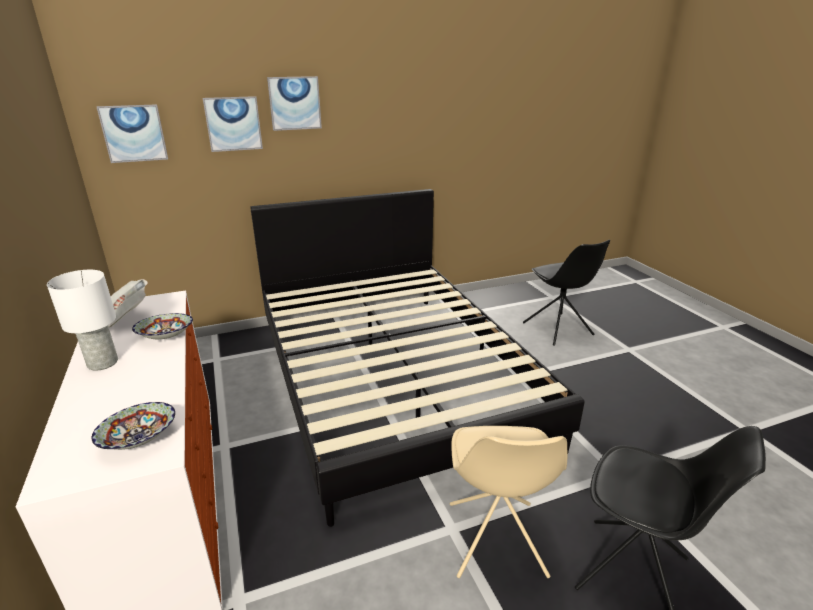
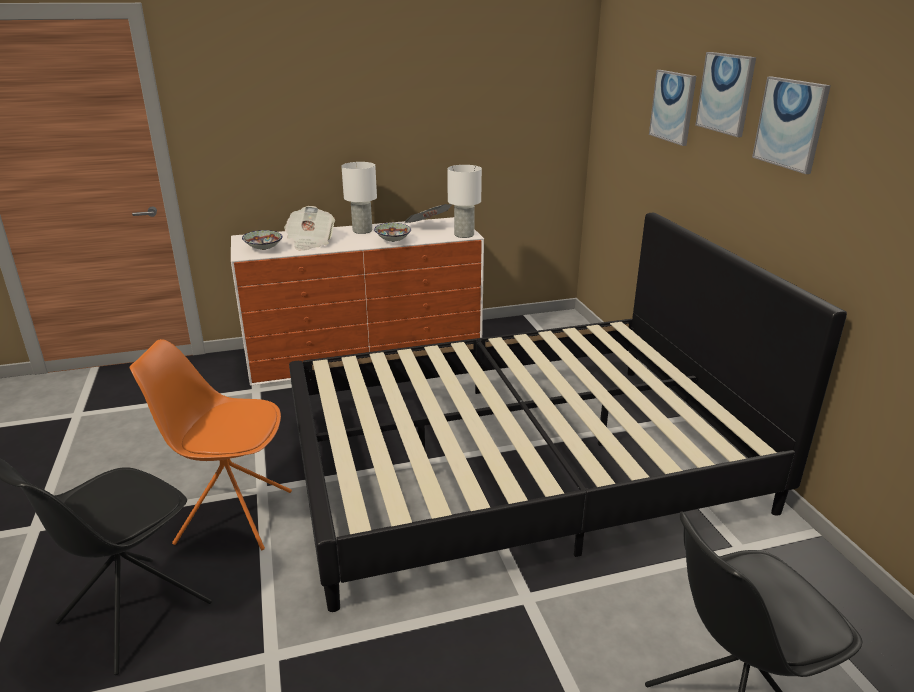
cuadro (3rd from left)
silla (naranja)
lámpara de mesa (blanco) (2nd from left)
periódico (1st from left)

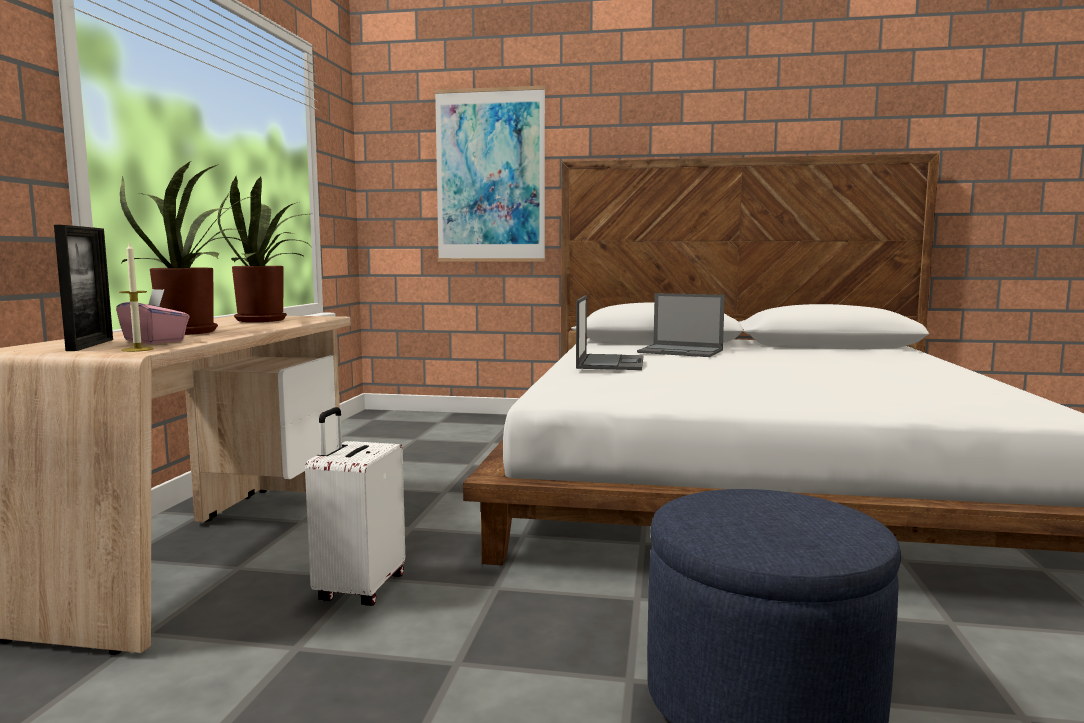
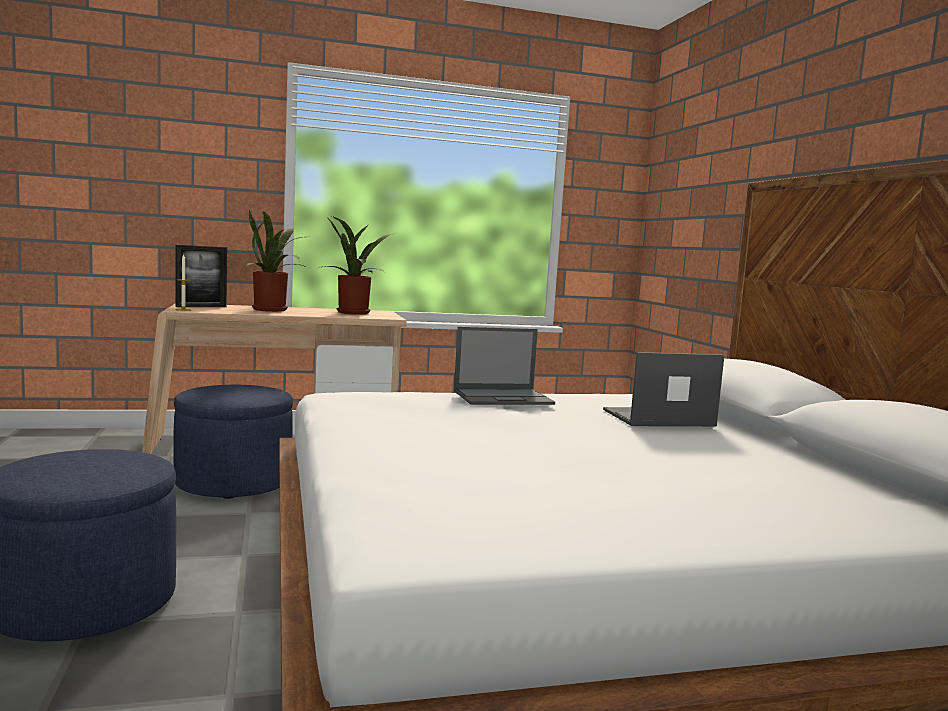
cuadro
caja de pañuelos (rosa)
portátil (2nd from left)
puf (azul) (2nd from left)

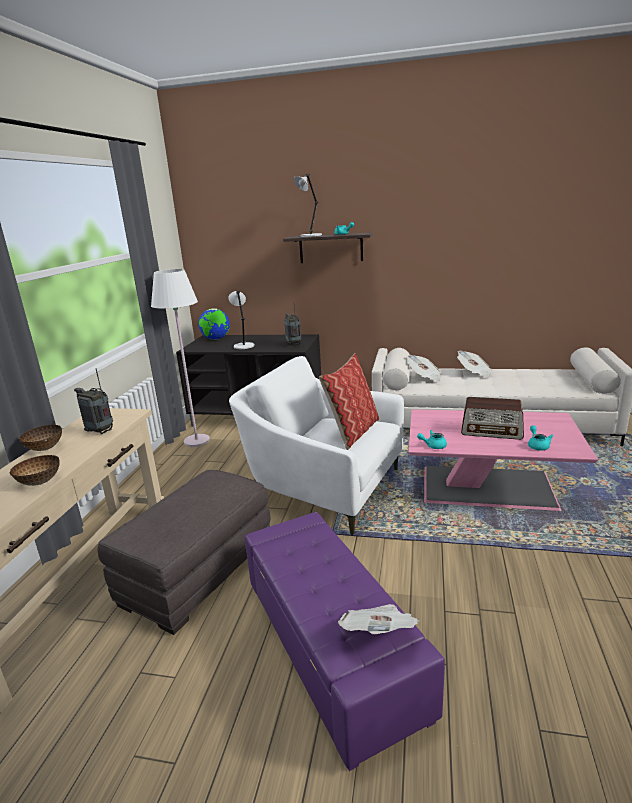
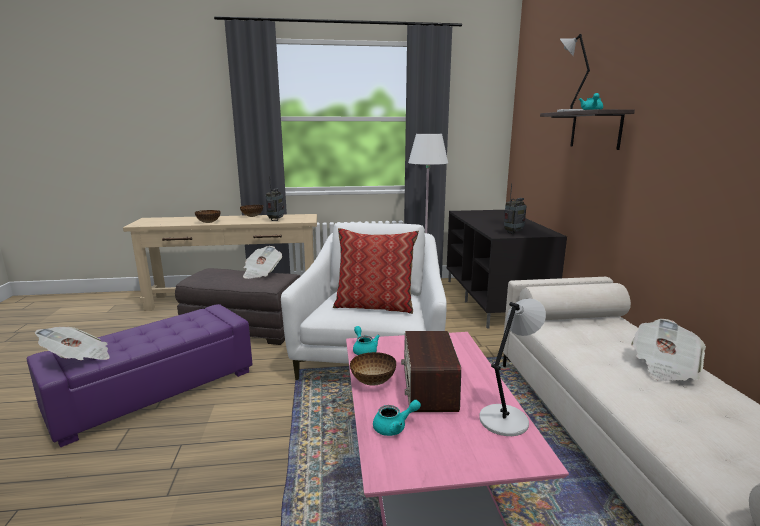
lámpara de mesa (gris) (1st from left)
globo terráqueo
periódico (2nd from left)
cuenco (3rd from left)

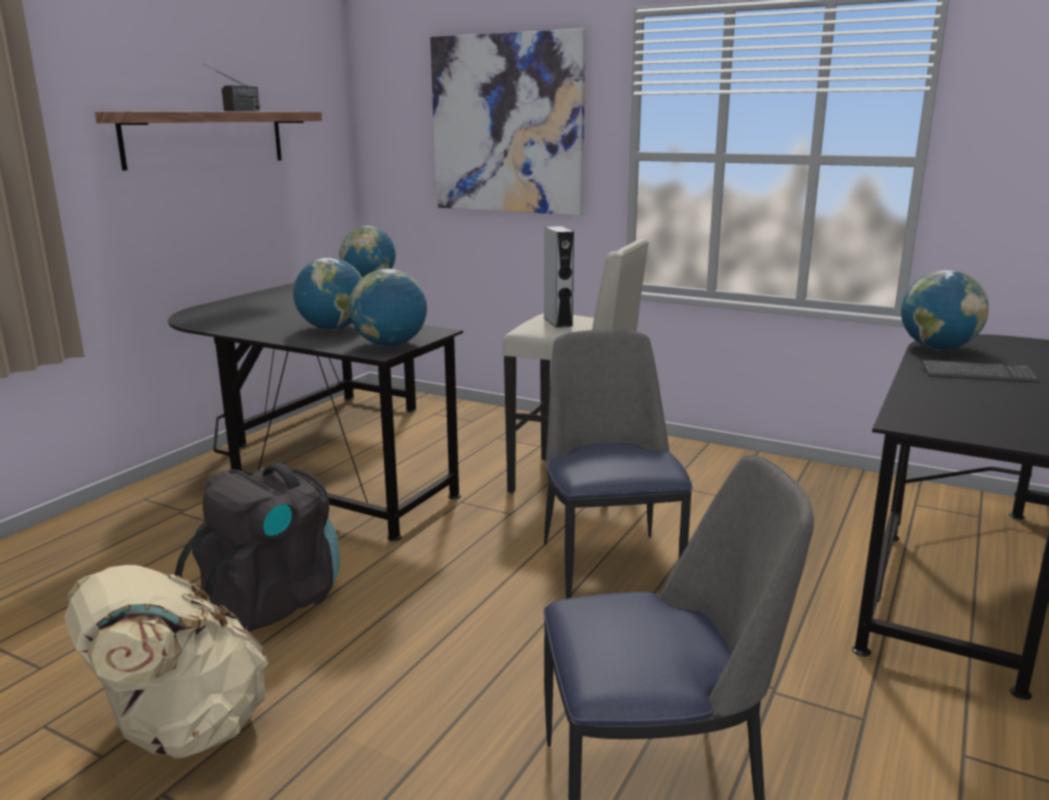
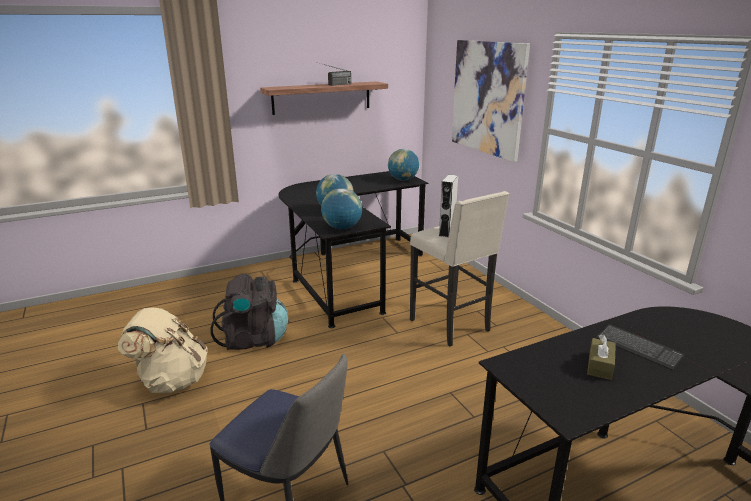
globo terráqueo (4th from left in the first image)
silla (1st from left in the first image)
caja de pañuelos (marrón)

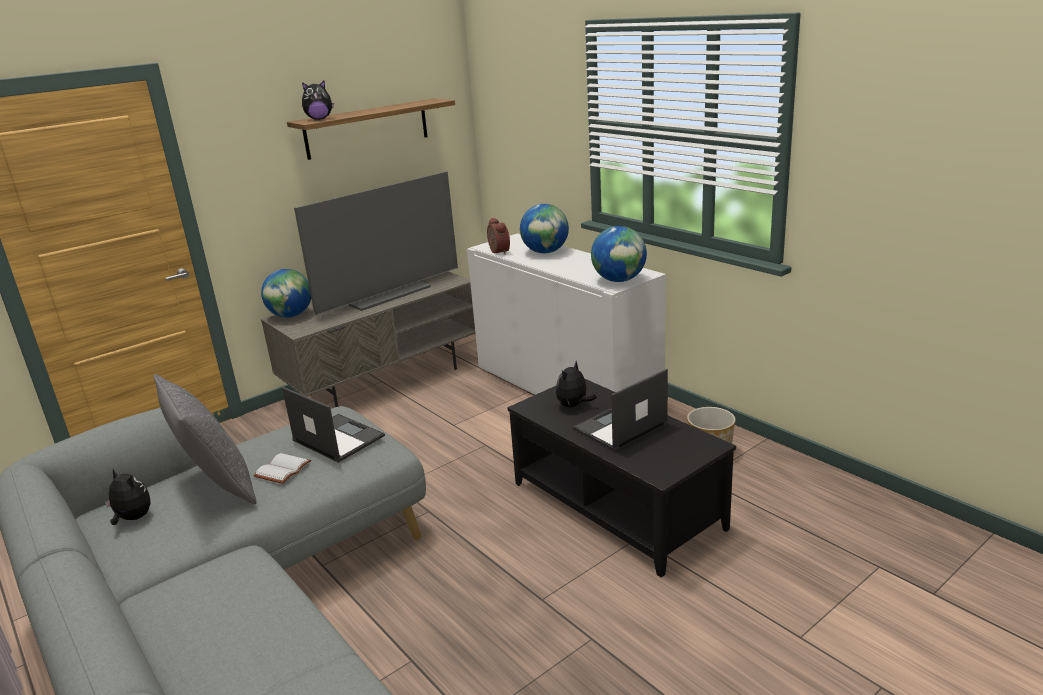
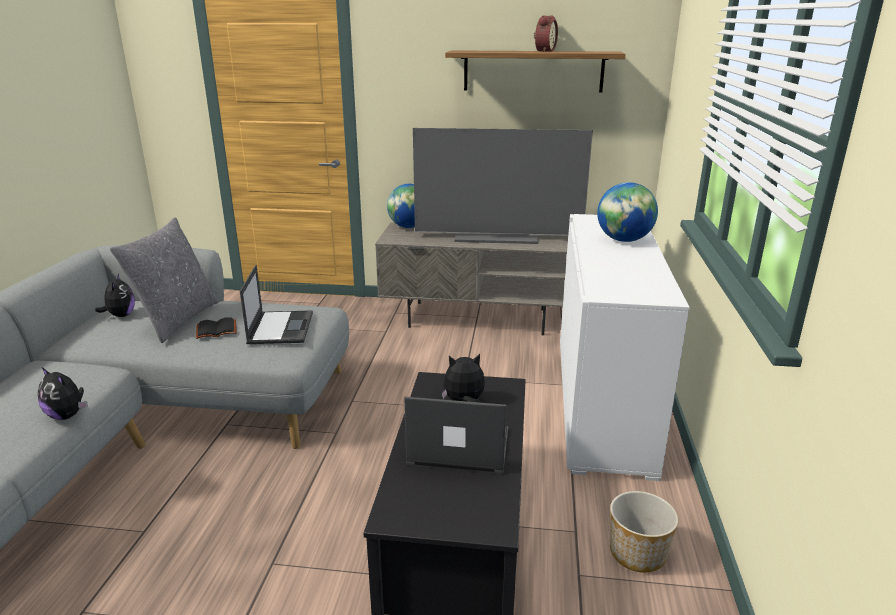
peluche (1st from left)
despertador
globo terráqueo (3rd from left in the first image)
libro (negro)

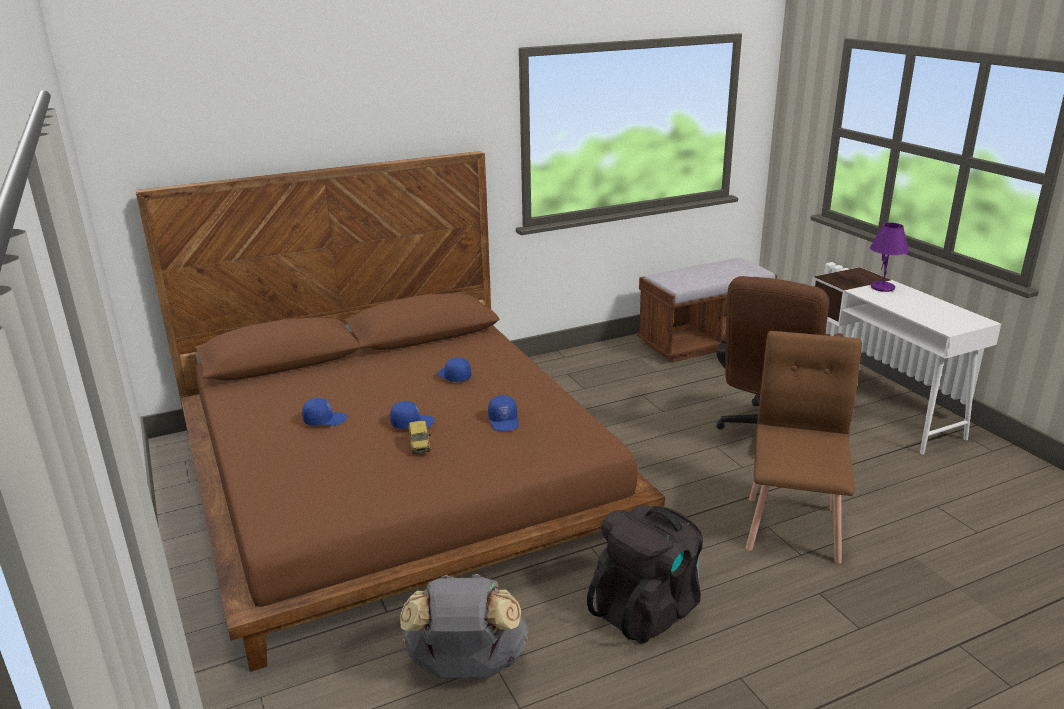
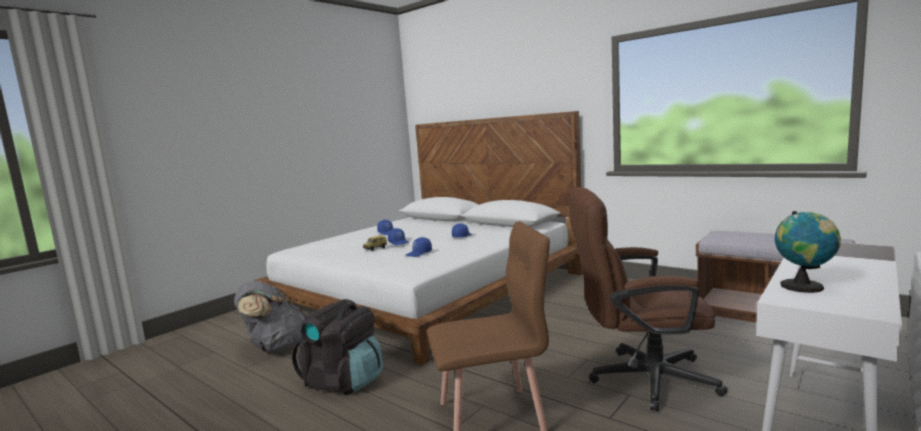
cama (blanco)
lámpara de mesa (morado)
globo terráqueo

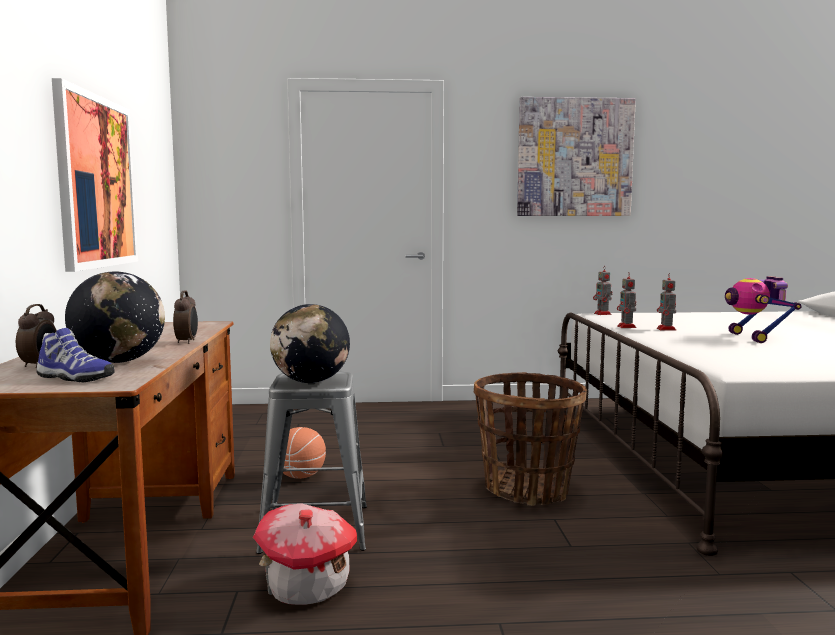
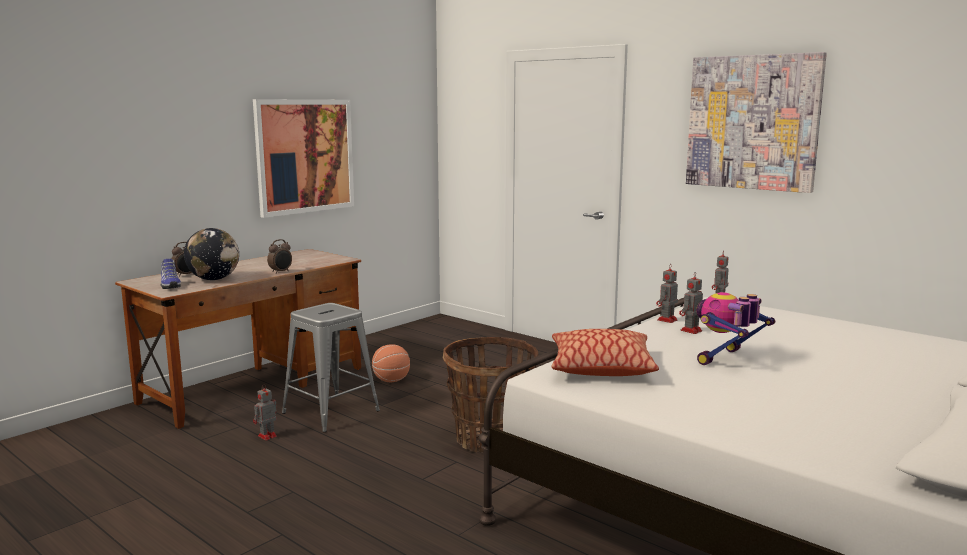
globo terráqueo (2nd from left in the first image)
robot de juguete (1st from left)
cojín

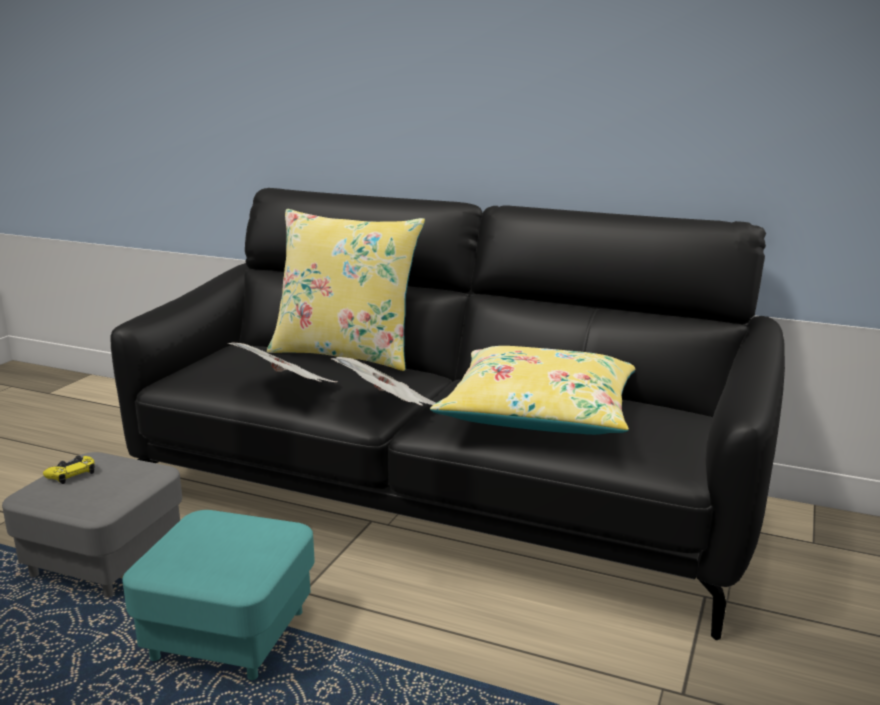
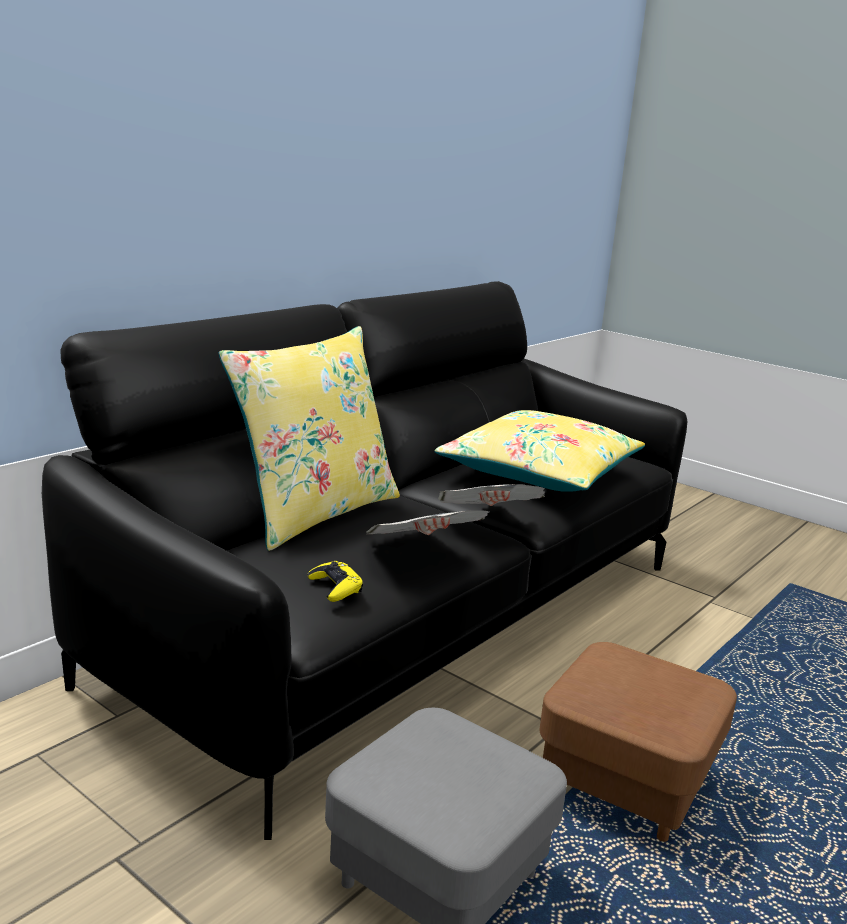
mando de consola (amarillo)
puf (marrón)

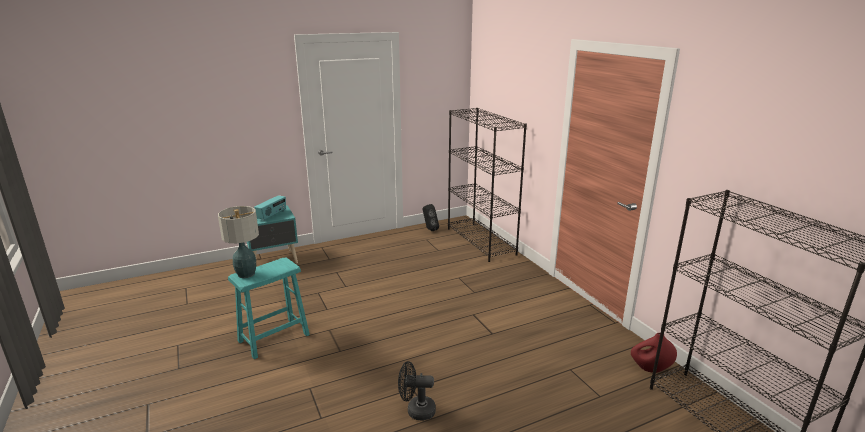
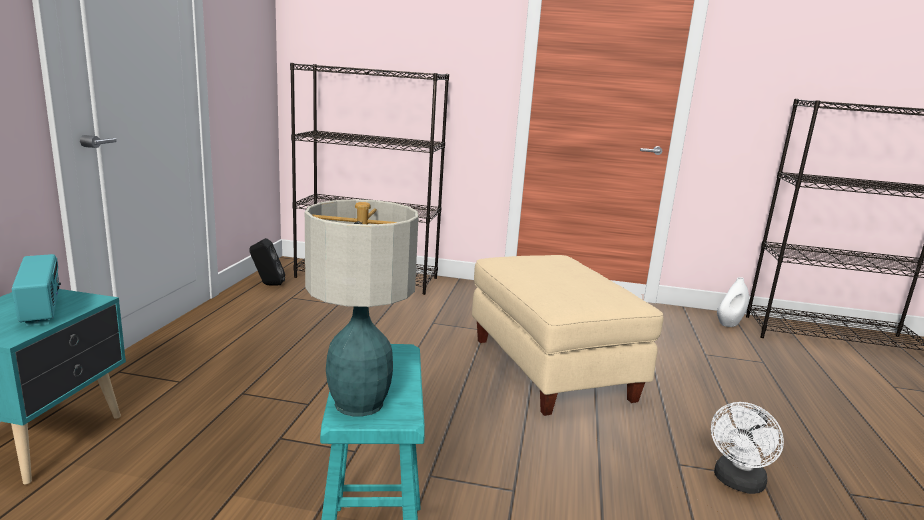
florero (blanco)
ventilador (blanco)
puf (beis)

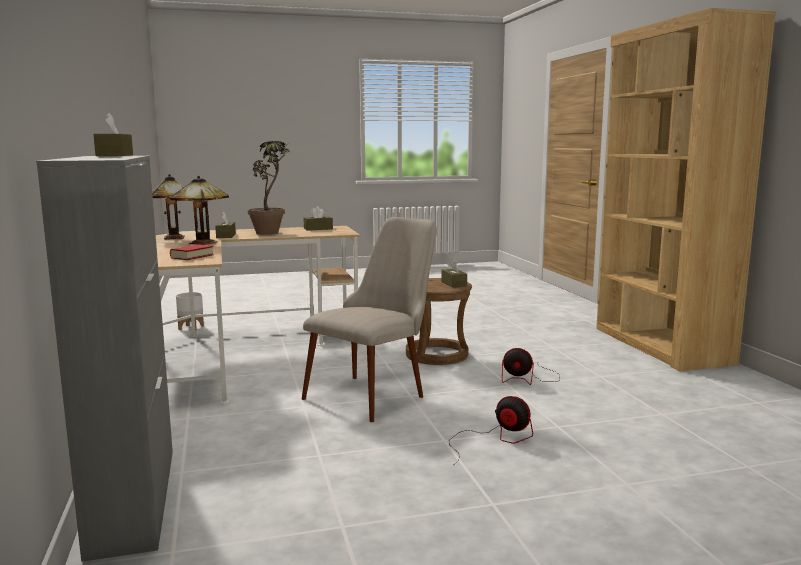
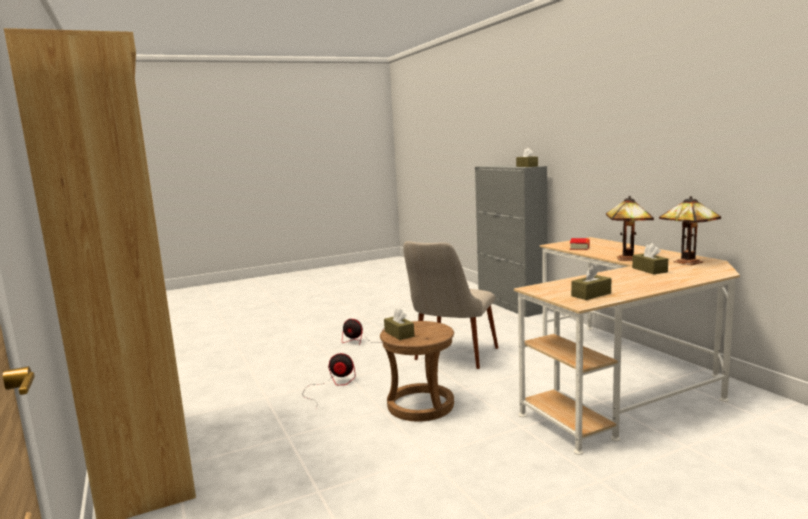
planta en maceta
maceta (blanco)

